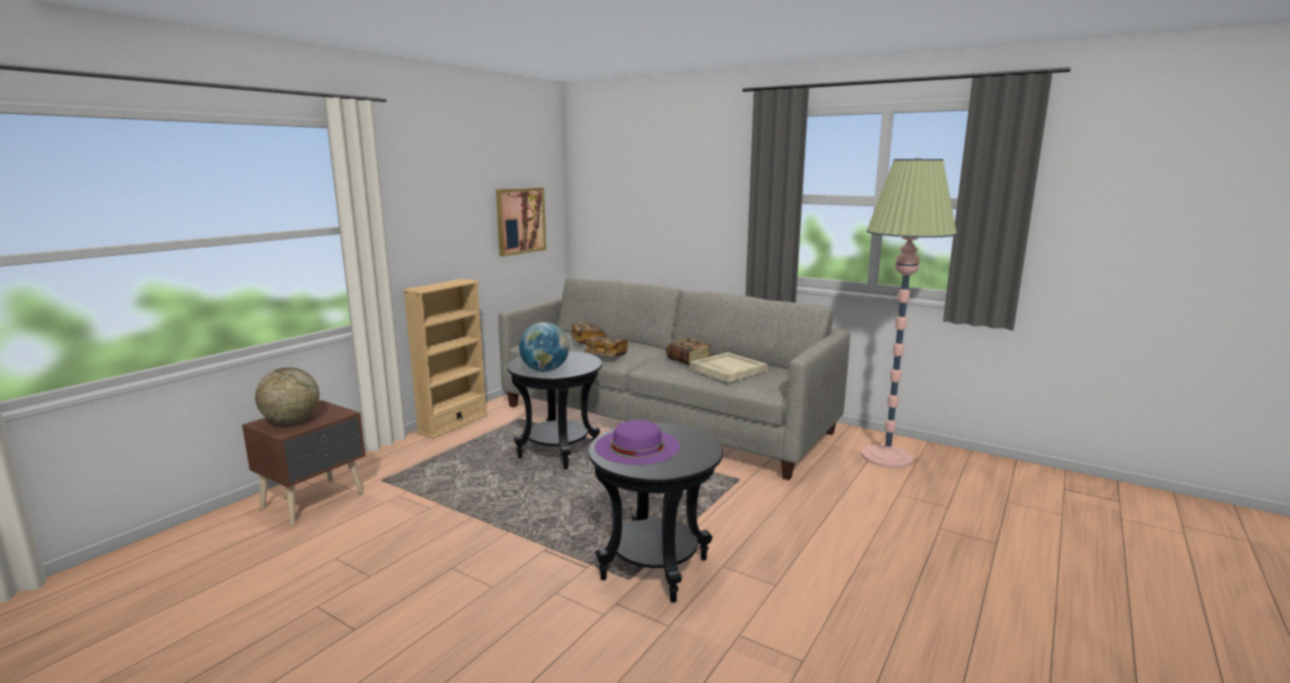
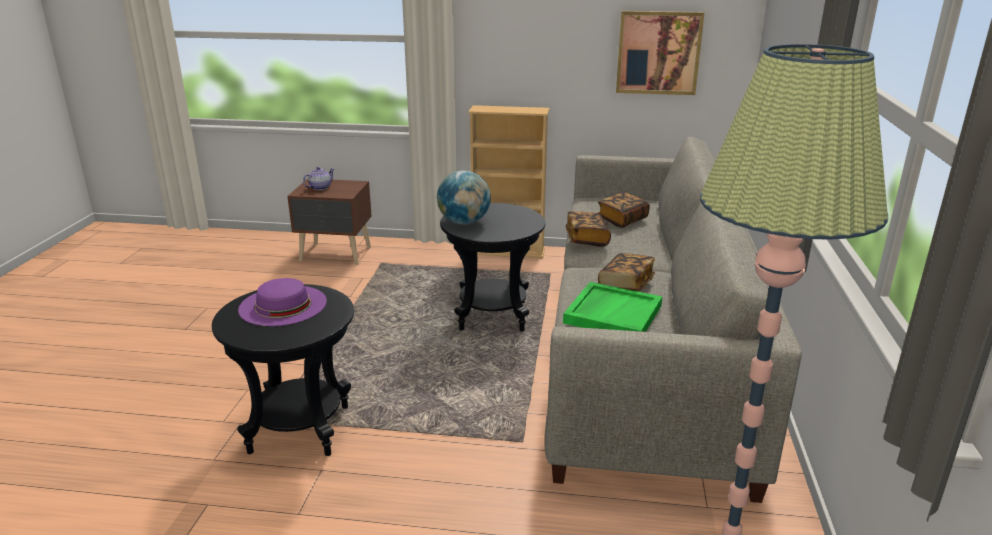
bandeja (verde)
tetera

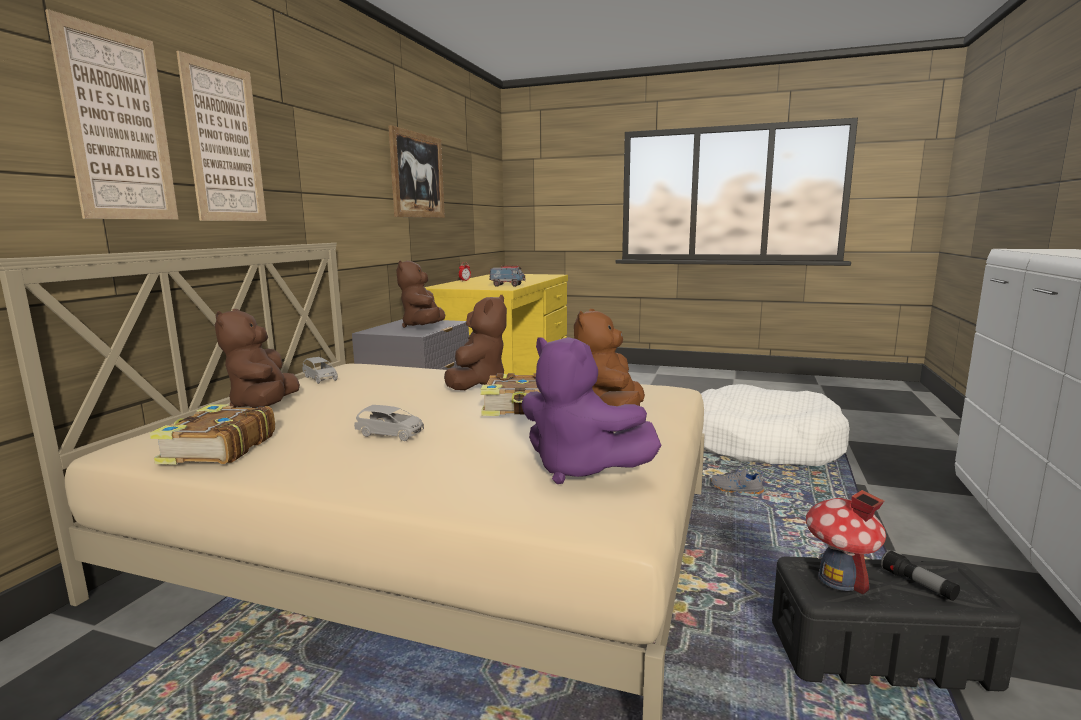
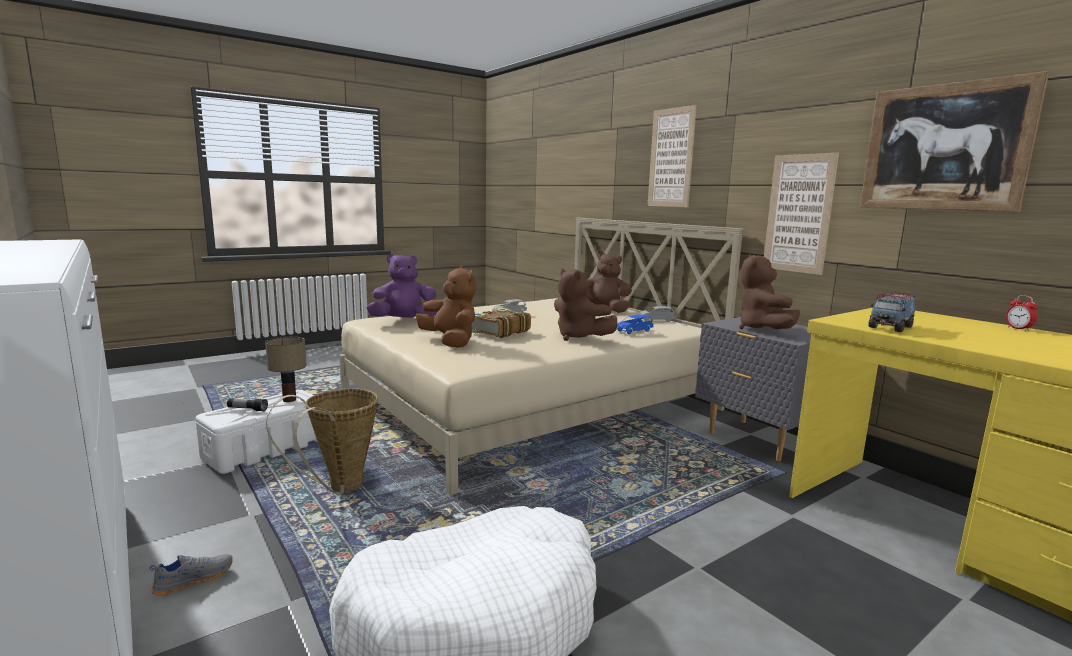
cuadro (2nd from left)
peluche (marrón) (4th from left)
libro (1st from left in the first image)
zapato (gris)
lámpara de mesa
caja de almacenaje (blanco)
coche de juguete (azul)
cesta

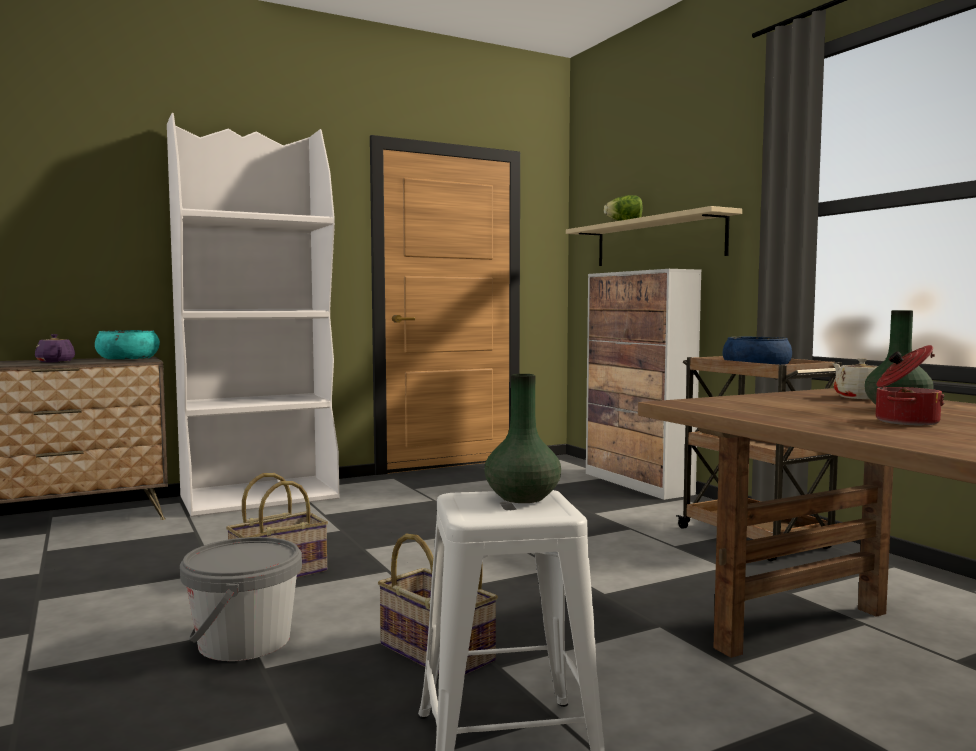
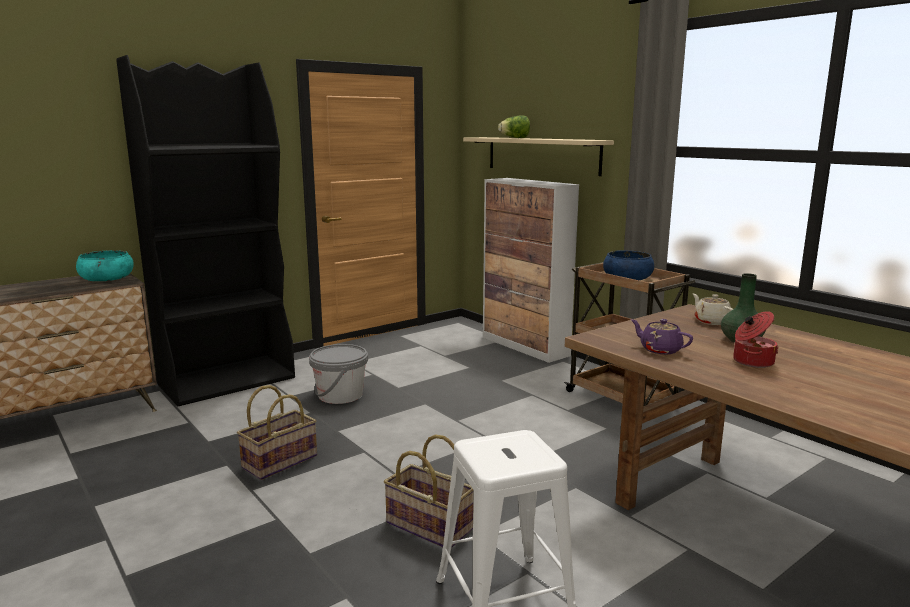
estantería (negro)
tetera (morado)
florero (verde) (1st from left in the first image)
cubo (gris)

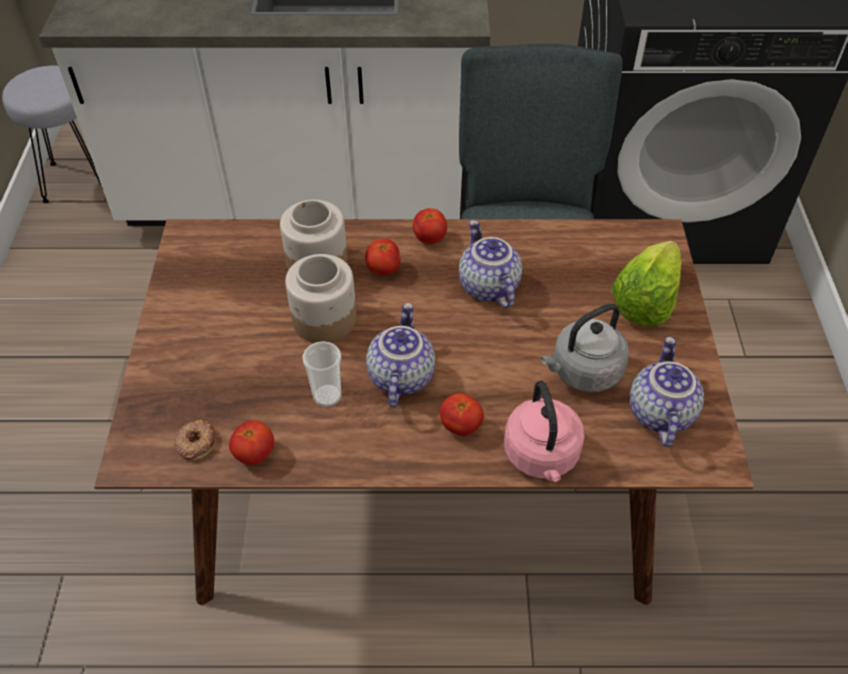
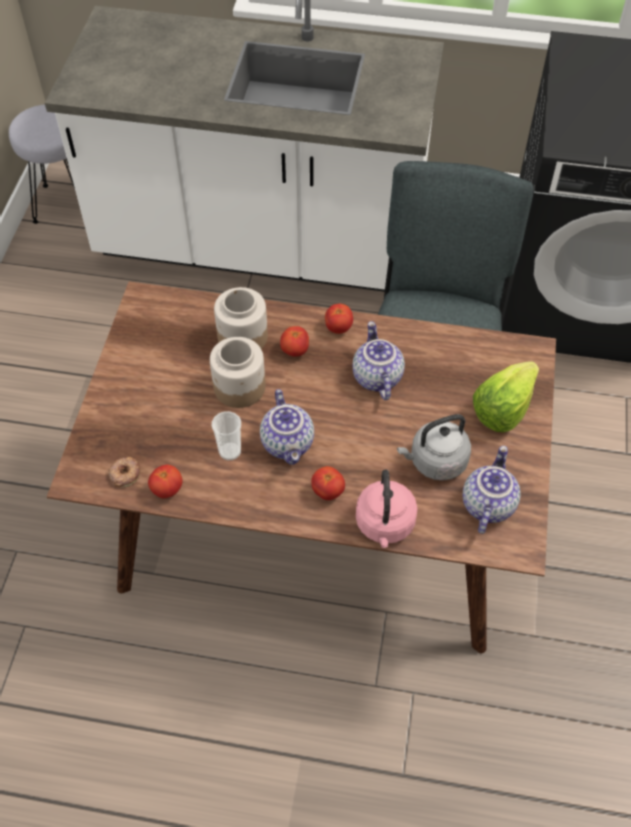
tetera (1st from left)

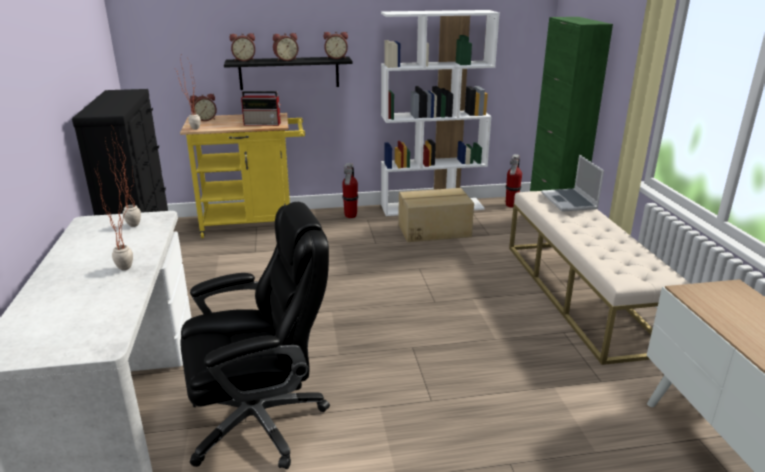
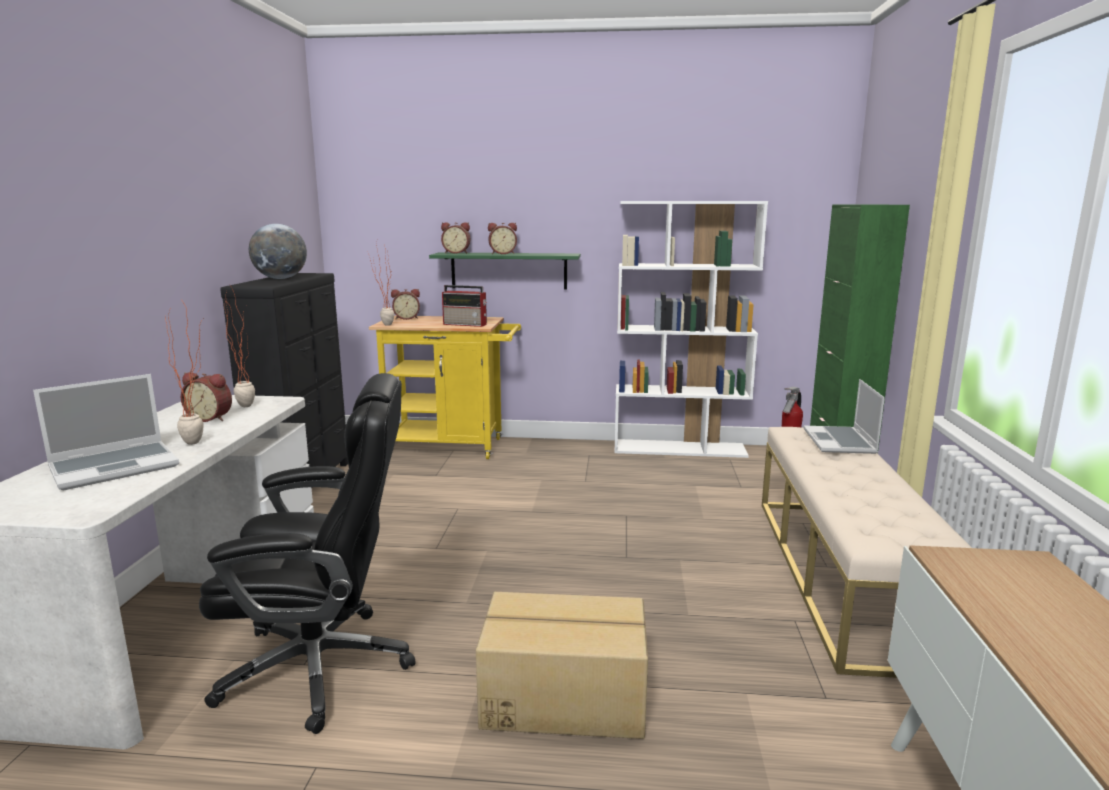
despertador (1st from left)
estante (verde)
extintor (1st from left in the first image)
caja de cartón
globo terráqueo
portátil (1st from left)

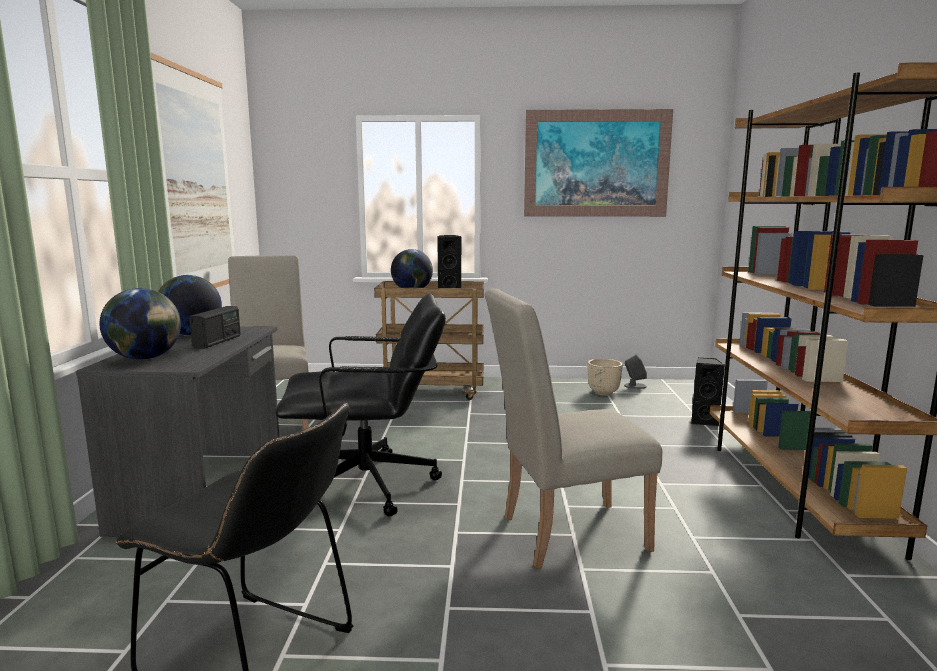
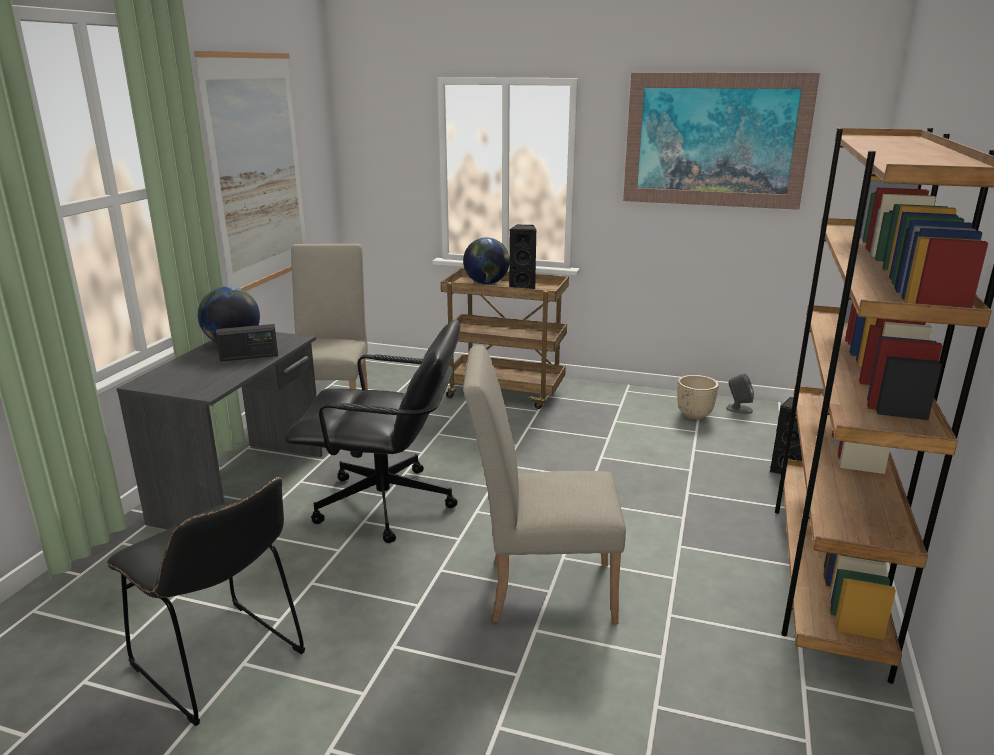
globo terráqueo (1st from left in the first image)
radio

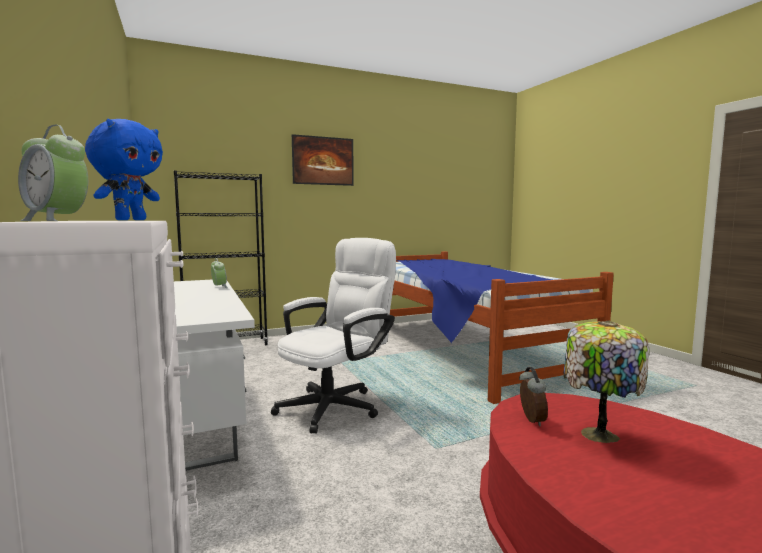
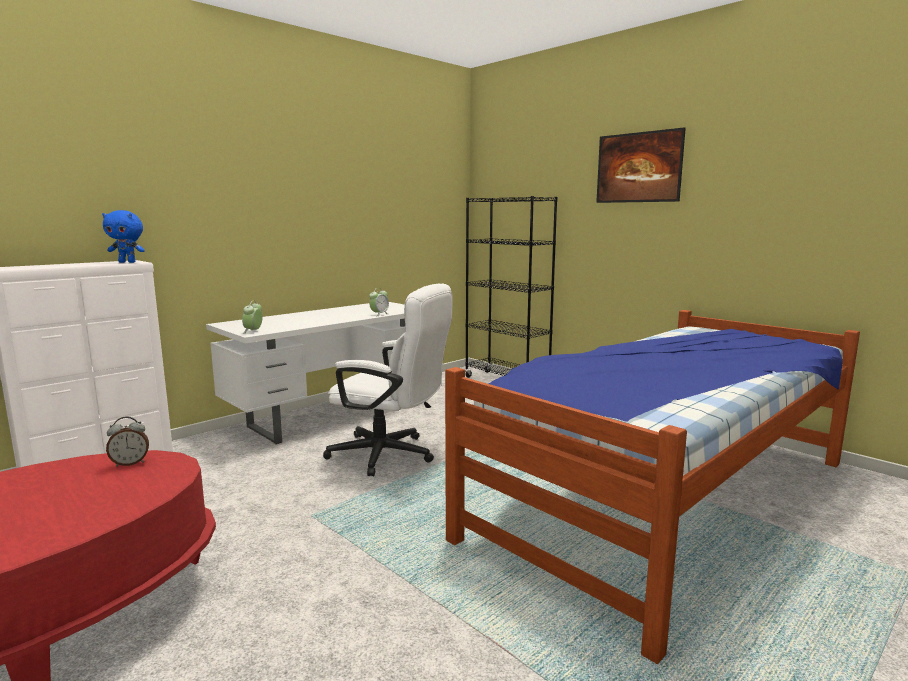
despertador (2nd from left)
lámpara de mesa

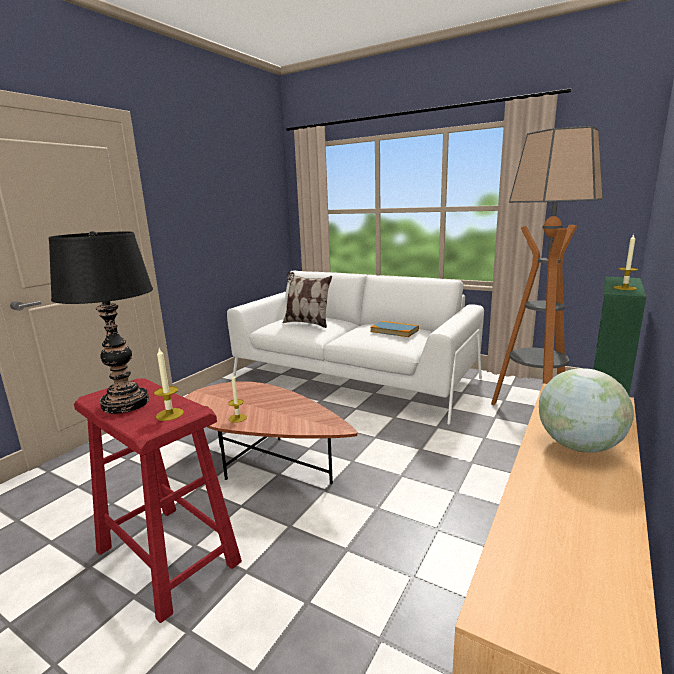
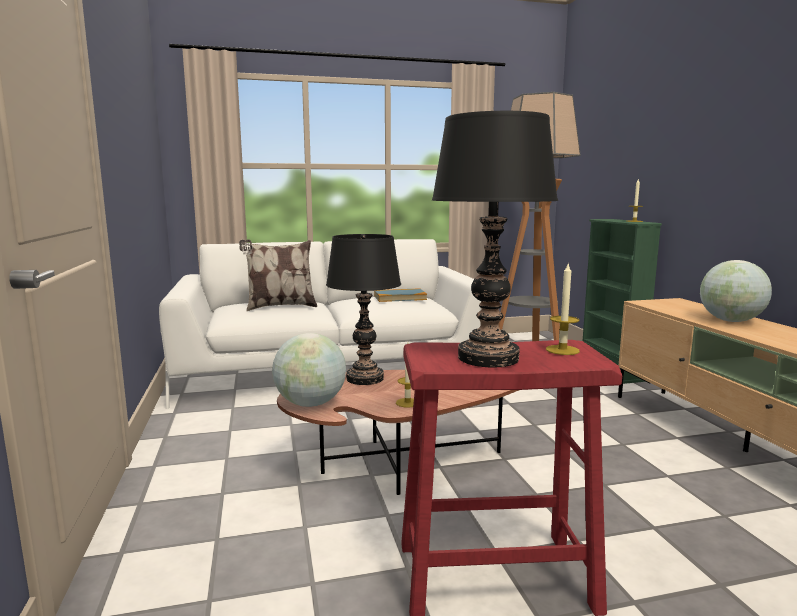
lámpara de mesa (negro) (1st from left)
globo terráqueo (1st from left)

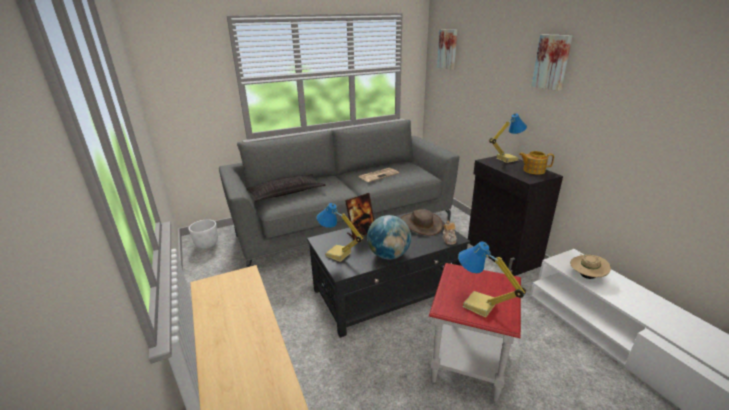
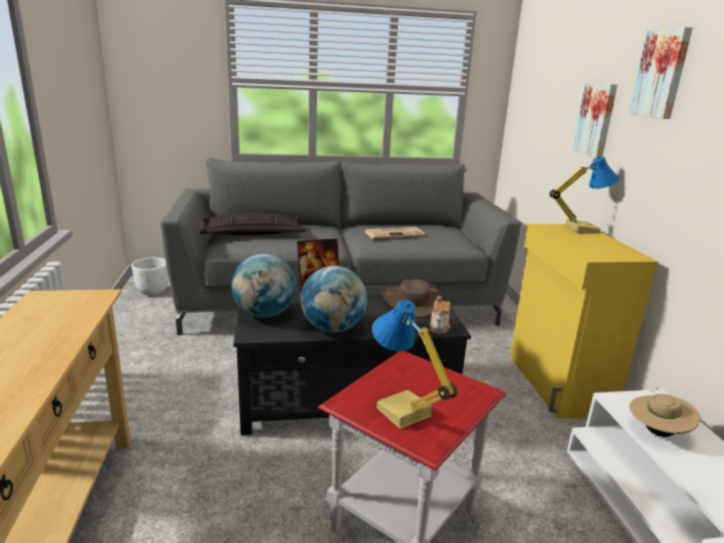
cuadro (1st from left)
tetera (2nd from left in the first image)
armario (amarillo)
globo terráqueo (1st from left)

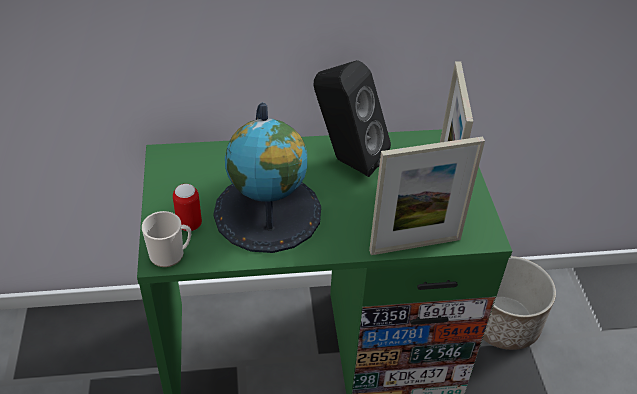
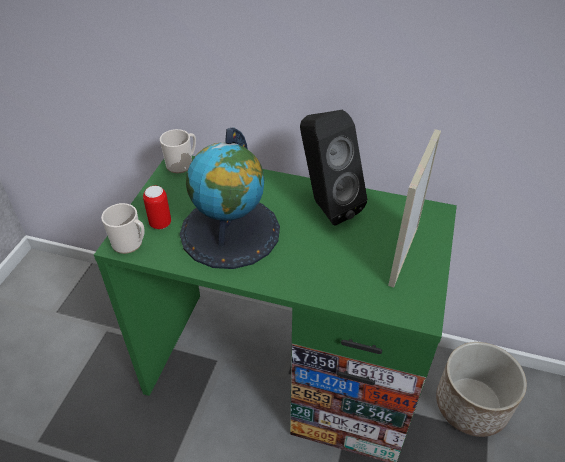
portarretratos (1st from left in the first image)
taza grande (2nd from left)

